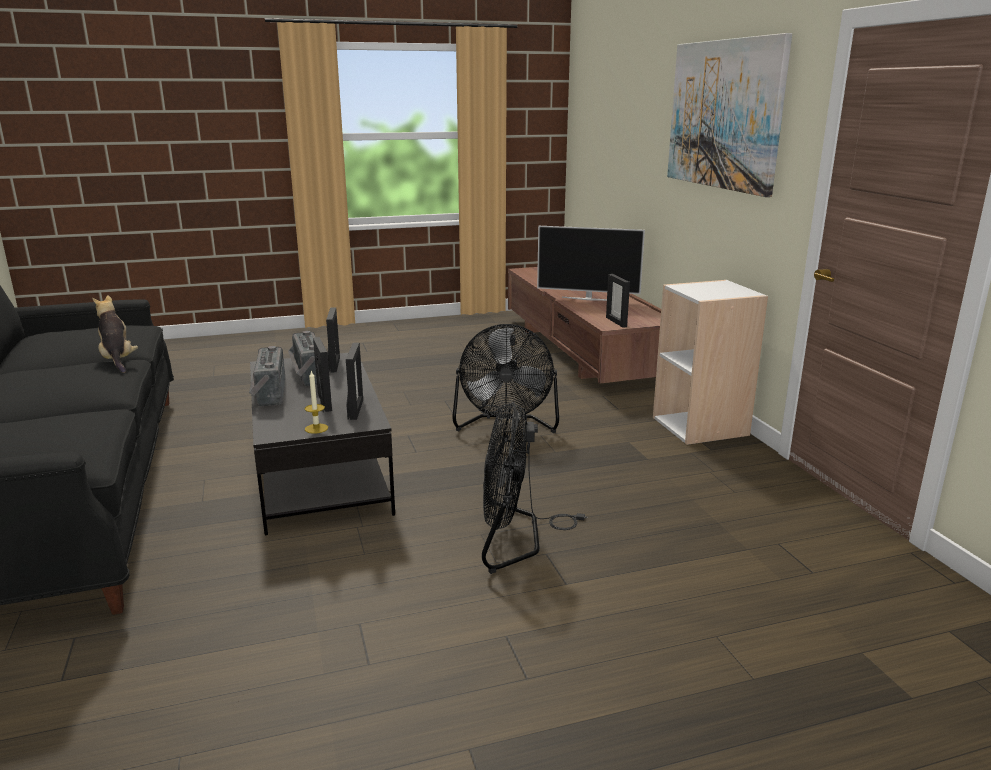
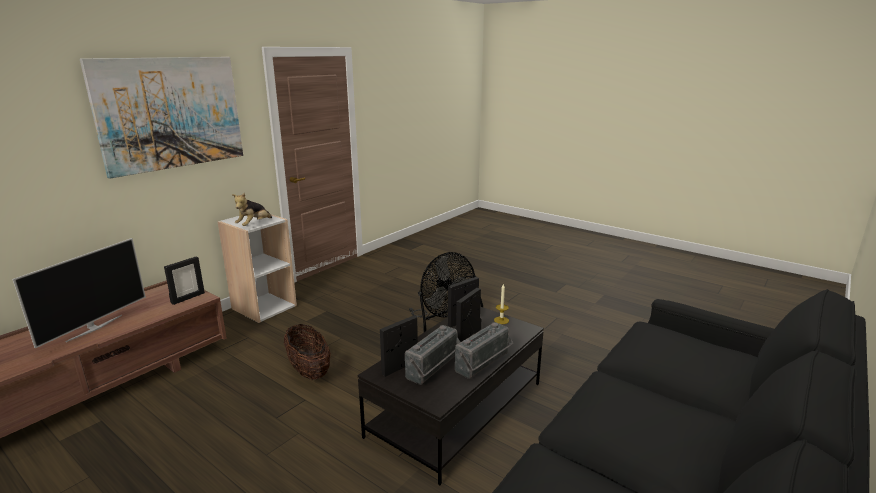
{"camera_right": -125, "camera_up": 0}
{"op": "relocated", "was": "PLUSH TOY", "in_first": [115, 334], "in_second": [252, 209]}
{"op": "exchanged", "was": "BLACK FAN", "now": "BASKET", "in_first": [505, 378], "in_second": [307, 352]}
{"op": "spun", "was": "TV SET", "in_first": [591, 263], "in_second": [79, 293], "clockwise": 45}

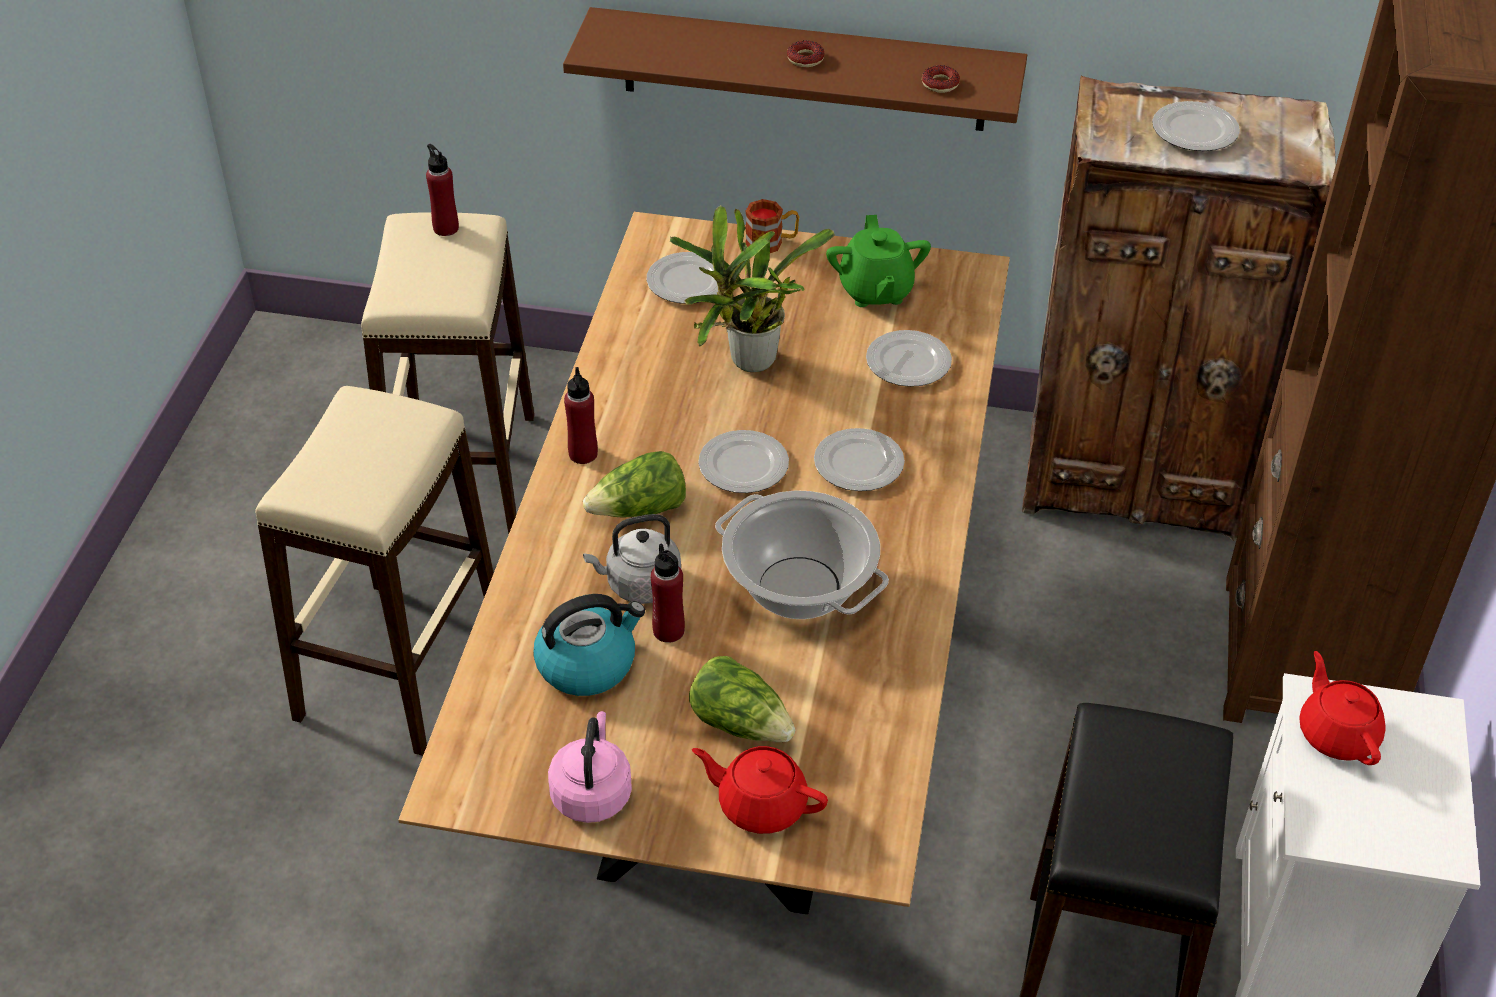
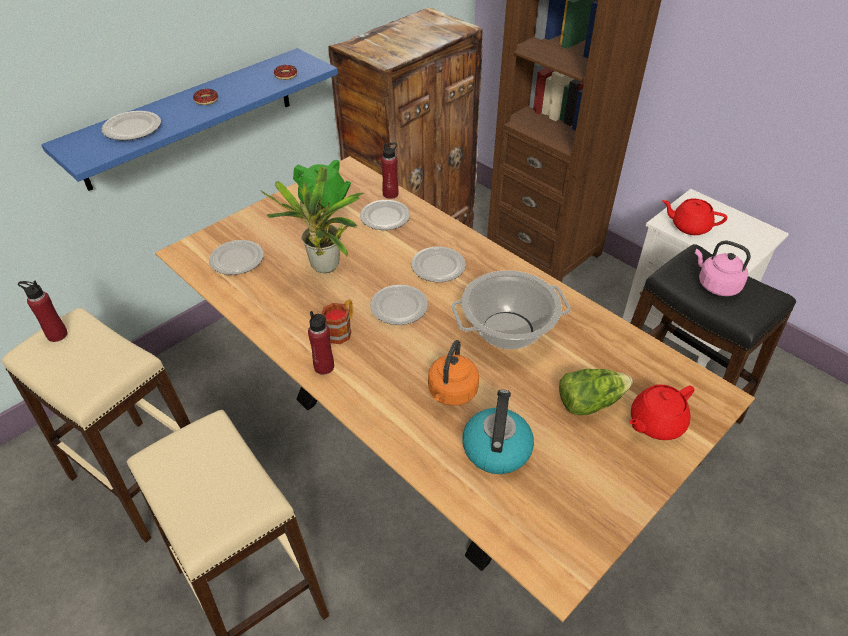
{"camera_right": -55, "camera_up": 0}
{"op": "relocated", "was": "PINK-COLOURED TEA KETTLE", "in_first": [590, 767], "in_second": [723, 268]}
{"op": "colour", "was": "BROWN-COLOURED WALL SHELF", "now": "BLUE-COLOURED WALL SHELF", "in_first": [795, 69], "in_second": [189, 119]}
{"op": "missing", "was": "LETTUCE", "in_first": [634, 484]}
{"op": "colour", "was": "GREY TEA KETTLE", "now": "ORANGE-COLOURED TEA KETTLE", "in_first": [632, 559], "in_second": [453, 373]}
{"op": "relocated", "was": "RED-COLOURED DRINK BOTTLE", "in_first": [668, 593], "in_second": [389, 171]}
{"op": "relocated", "was": "TEA MUG", "in_first": [772, 226], "in_second": [337, 322]}
{"op": "relocated", "was": "FLAT DISH", "in_first": [1196, 126], "in_second": [131, 125]}

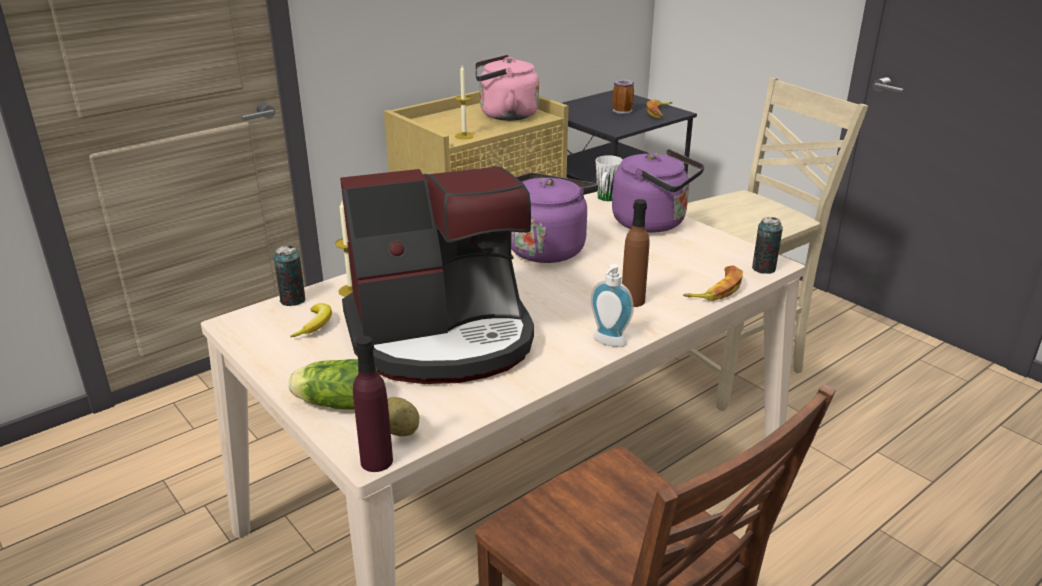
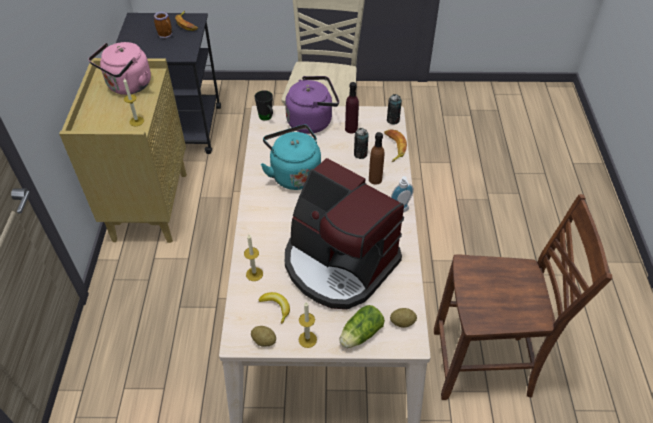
{"camera_right": -50, "camera_up": 20}
{"op": "relocated", "was": "METAL CAN", "in_first": [289, 276], "in_second": [361, 143]}
{"op": "spun", "was": "COFFEE MACHINE", "in_first": [437, 275], "in_second": [344, 233], "clockwise": 105}
{"op": "relocated", "was": "PURPLE DRINK BOTTLE", "in_first": [373, 404], "in_second": [352, 108]}
{"op": "colour", "was": "PURPLE TEA KETTLE", "now": "BLUE-GREEN TEA KETTLE", "in_first": [554, 218], "in_second": [291, 157]}
{"op": "colour", "was": "WHITE-COLOURED TEA MUG", "now": "BLACK TEA MUG", "in_first": [609, 178], "in_second": [264, 105]}
{"op": "appeared", "now": "POTATO", "in_second": [263, 336]}
{"op": "appeared", "now": "WAX CANDLE", "in_second": [308, 325]}

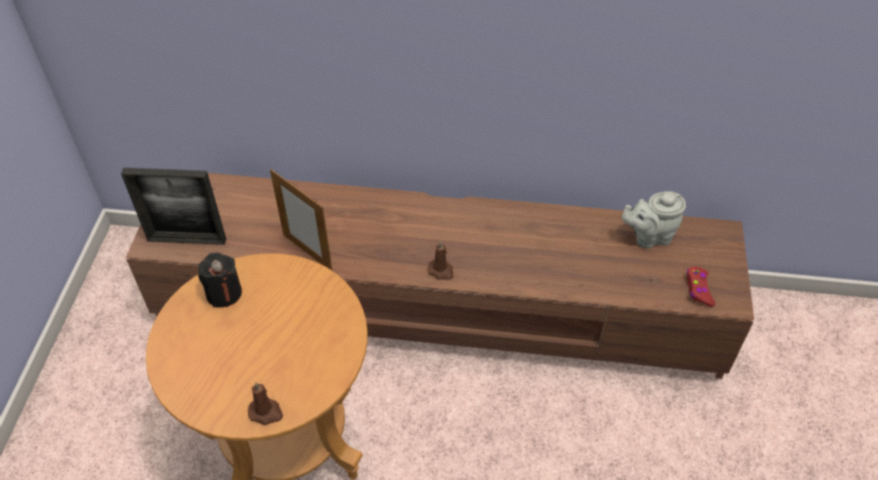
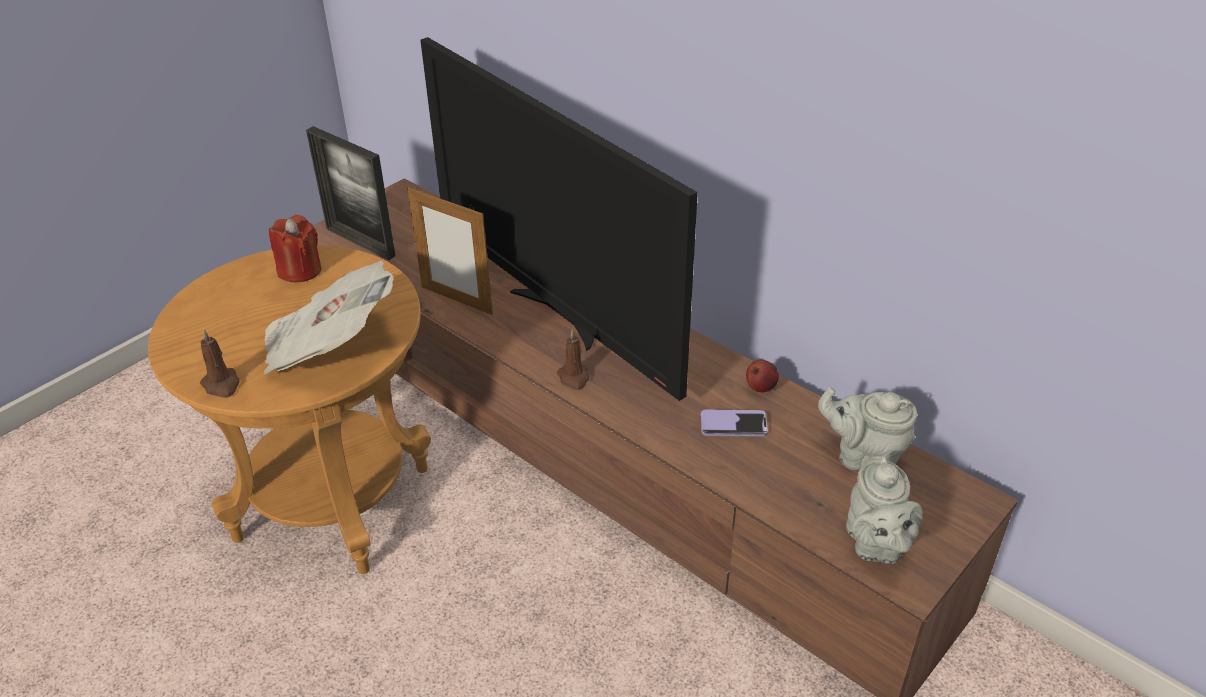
{"camera_right": 35, "camera_up": -10}
{"op": "colour", "was": "BLACK WAX CANDLE", "now": "RED-COLOURED WAX CANDLE", "in_first": [220, 280], "in_second": [295, 249]}
{"op": "spun", "was": "STANDING FRAME", "in_first": [301, 219], "in_second": [450, 251], "clockwise": -45}
{"op": "exchanged", "was": "RED-COLOURED JOYPAD", "now": "GREY POT FOR TEA", "in_first": [701, 287], "in_second": [884, 510]}
{"op": "appeared", "now": "PRINTED PAPER", "in_second": [328, 318]}
{"op": "appeared", "now": "TV SET", "in_second": [559, 219]}
{"op": "appeared", "now": "PHONE", "in_second": [734, 423]}
{"op": "appeared", "now": "APPLE", "in_second": [762, 376]}

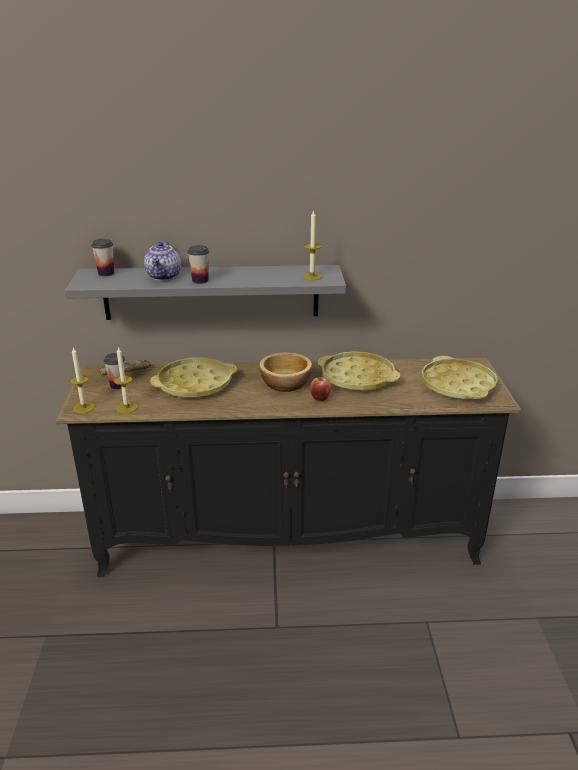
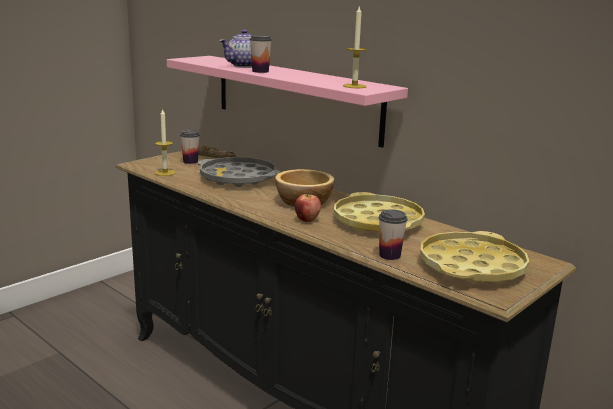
{"camera_right": 45, "camera_up": -10}
{"op": "colour", "was": "GREY WALL SHELF", "now": "PINK-COLOURED WALL SHELF", "in_first": [205, 292], "in_second": [287, 102]}
{"op": "missing", "was": "WAX CANDLE", "in_first": [82, 380]}
{"op": "relocated", "was": "CUP", "in_first": [102, 257], "in_second": [393, 234]}
{"op": "colour", "was": "YELLOWISH SERVING TRAY", "now": "GREY SERVING TRAY", "in_first": [193, 378], "in_second": [239, 172]}

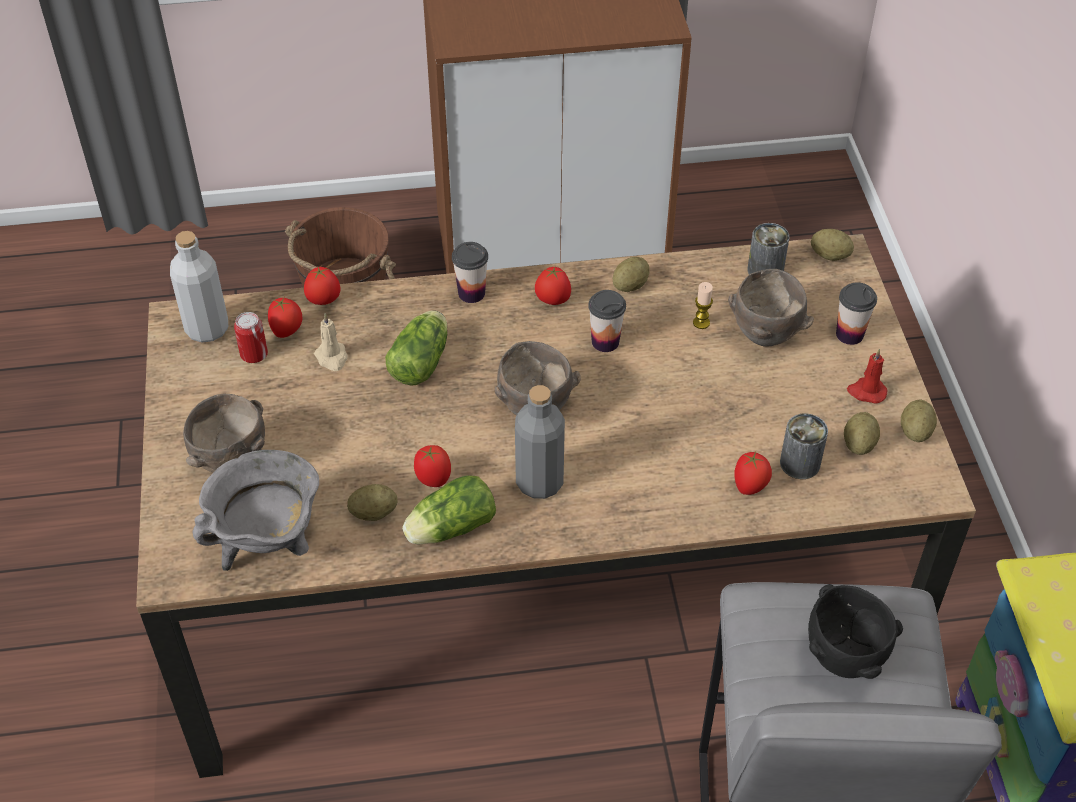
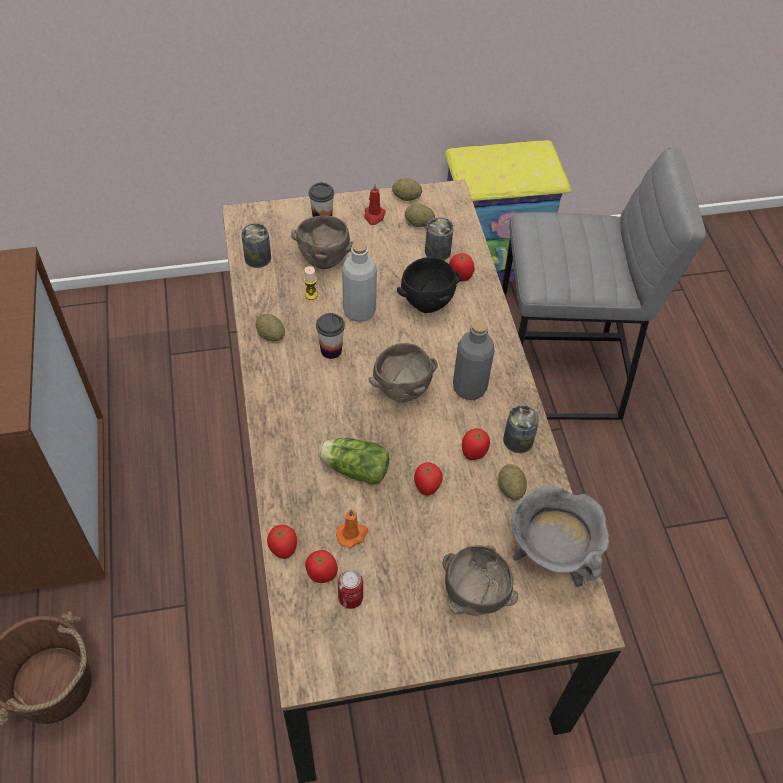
{"camera_right": -95, "camera_up": 5}
{"op": "relocated", "was": "GREY DRINK BOTTLE", "in_first": [199, 287], "in_second": [359, 281]}
{"op": "colour", "was": "BEIGE-COLOURED WAX CANDLE", "now": "ORANGE-COLOURED WAX CANDLE", "in_first": [331, 342], "in_second": [352, 528]}
{"op": "exchanged", "was": "LETTUCE", "now": "METAL CAN", "in_first": [449, 510], "in_second": [521, 429]}
{"op": "missing", "was": "CUP", "in_first": [470, 272]}
{"op": "relocated", "was": "TOMATO", "in_first": [553, 286], "in_second": [428, 479]}
{"op": "relocated", "was": "BLACK BOWL", "in_first": [855, 631], "in_second": [429, 285]}
{"op": "missing", "was": "POTATO", "in_first": [832, 245]}

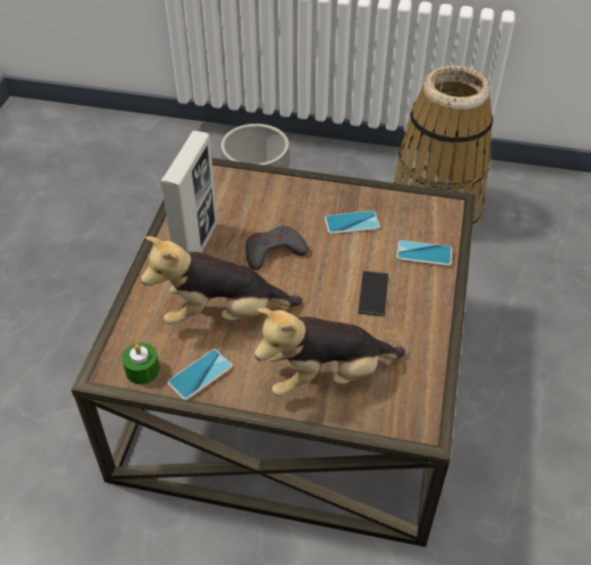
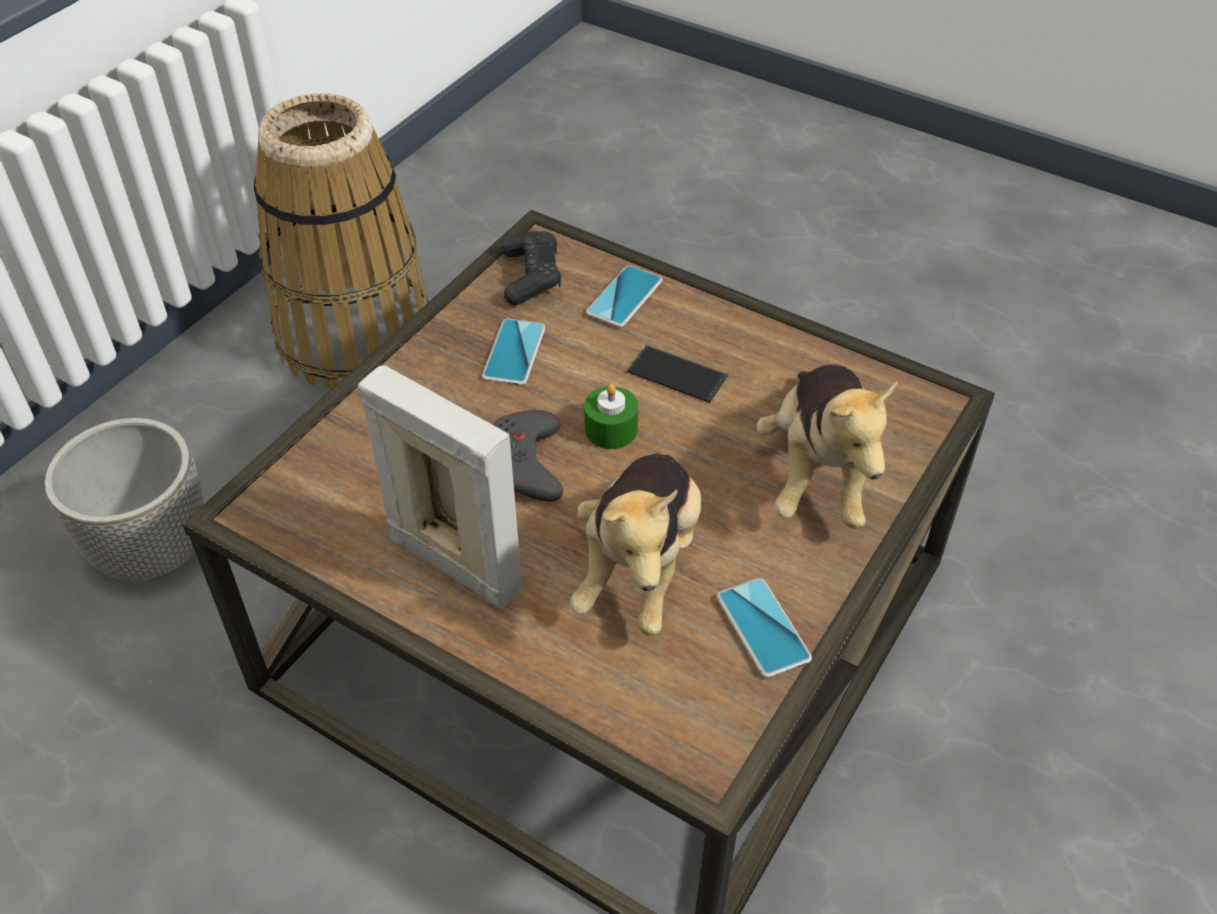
{"camera_right": -70, "camera_up": 0}
{"op": "relocated", "was": "GREEN WAX CANDLE", "in_first": [141, 363], "in_second": [611, 416]}
{"op": "appeared", "now": "BLACK JOYPAD", "in_second": [531, 268]}

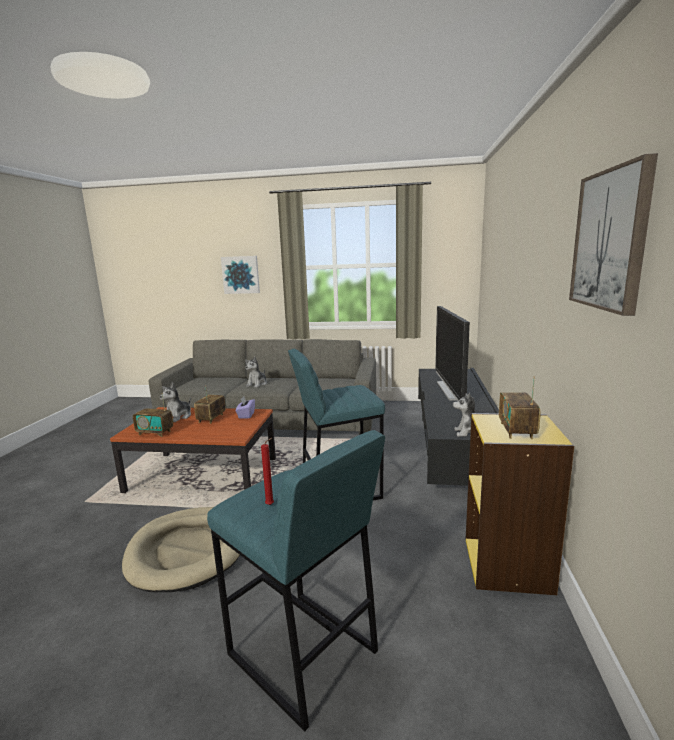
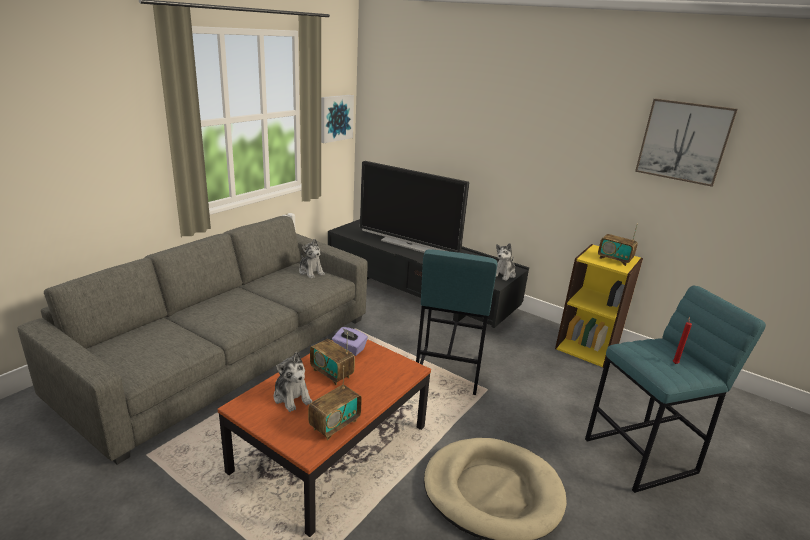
{"camera_right": -65, "camera_up": 10}
{"op": "relocated", "was": "PICTURE", "in_first": [240, 275], "in_second": [337, 119]}
{"op": "relocated", "was": "PLUSH TOY", "in_first": [256, 372], "in_second": [312, 258]}

